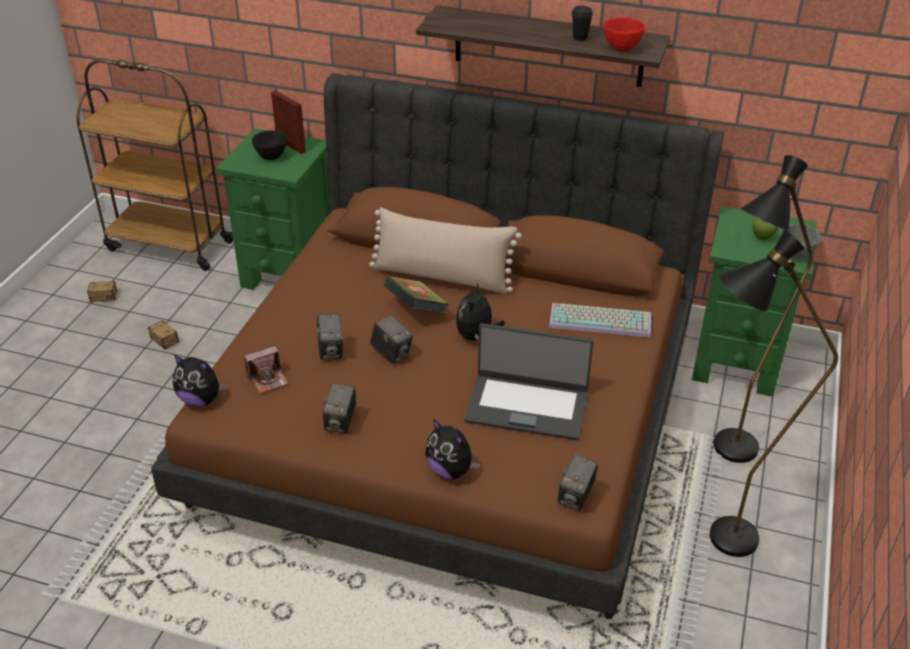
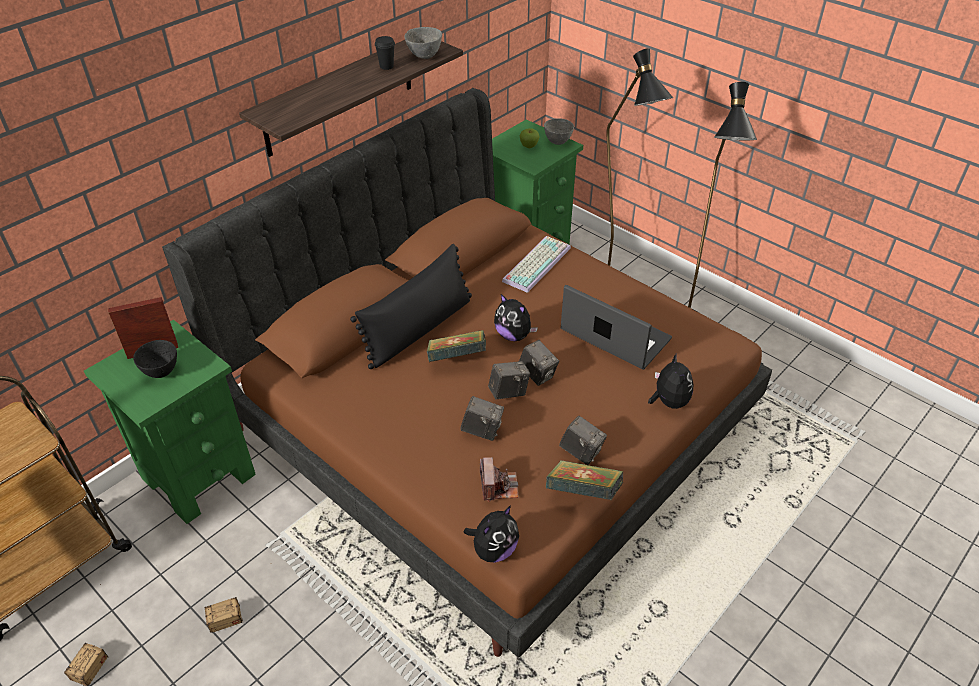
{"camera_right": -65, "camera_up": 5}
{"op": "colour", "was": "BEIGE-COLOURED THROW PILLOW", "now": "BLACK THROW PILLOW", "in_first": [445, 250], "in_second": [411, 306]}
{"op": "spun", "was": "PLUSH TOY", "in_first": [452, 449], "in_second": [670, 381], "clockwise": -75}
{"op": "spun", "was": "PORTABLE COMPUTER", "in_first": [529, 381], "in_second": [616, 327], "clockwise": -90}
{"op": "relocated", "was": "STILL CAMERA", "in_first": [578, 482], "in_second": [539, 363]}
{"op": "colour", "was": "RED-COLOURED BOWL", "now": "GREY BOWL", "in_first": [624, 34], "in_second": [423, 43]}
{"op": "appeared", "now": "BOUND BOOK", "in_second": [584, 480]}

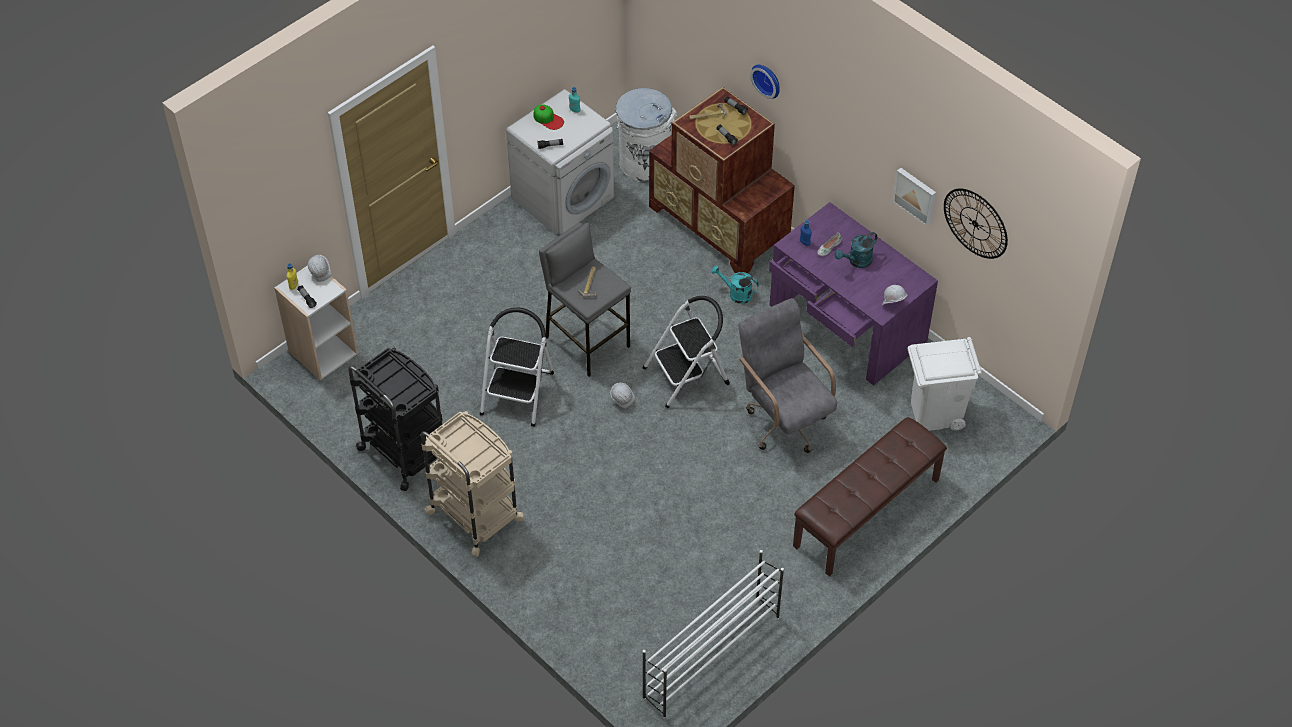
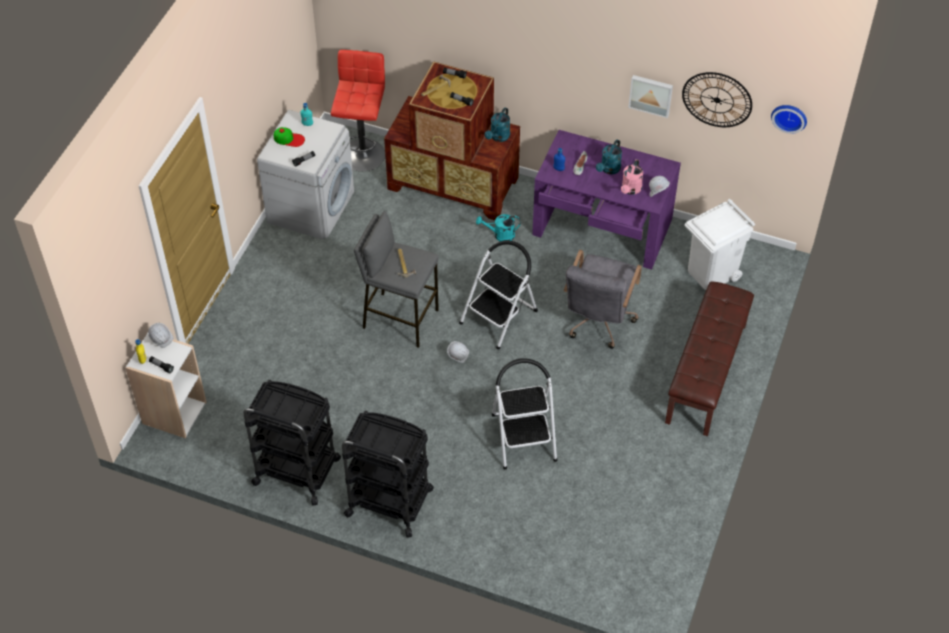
{"camera_right": -25, "camera_up": 0}
{"op": "colour", "was": "BEIGE-COLOURED WHEELED CART", "now": "BLACK WHEELED CART", "in_first": [472, 484], "in_second": [388, 474]}
{"op": "relocated", "was": "STEP LADDER", "in_first": [517, 367], "in_second": [524, 413]}
{"op": "exchanged", "was": "WHITE-COLOURED RUBBISH BIN", "now": "RED-COLOURED STOOL", "in_first": [646, 135], "in_second": [358, 110]}
{"op": "missing", "was": "WHITE-COLOURED SHOE RACK", "in_first": [713, 634]}
{"op": "spun", "was": "GREY OFFICE CHAIR", "in_first": [788, 375], "in_second": [603, 299], "clockwise": -105}
{"op": "relocated", "was": "HANGING CLOCK", "in_first": [765, 82], "in_second": [789, 119]}
{"op": "appeared", "now": "BLUE-GREEN WATERING POT", "in_second": [497, 125]}
{"op": "appeared", "now": "PINK-COLOURED WATERING POT", "in_second": [632, 177]}

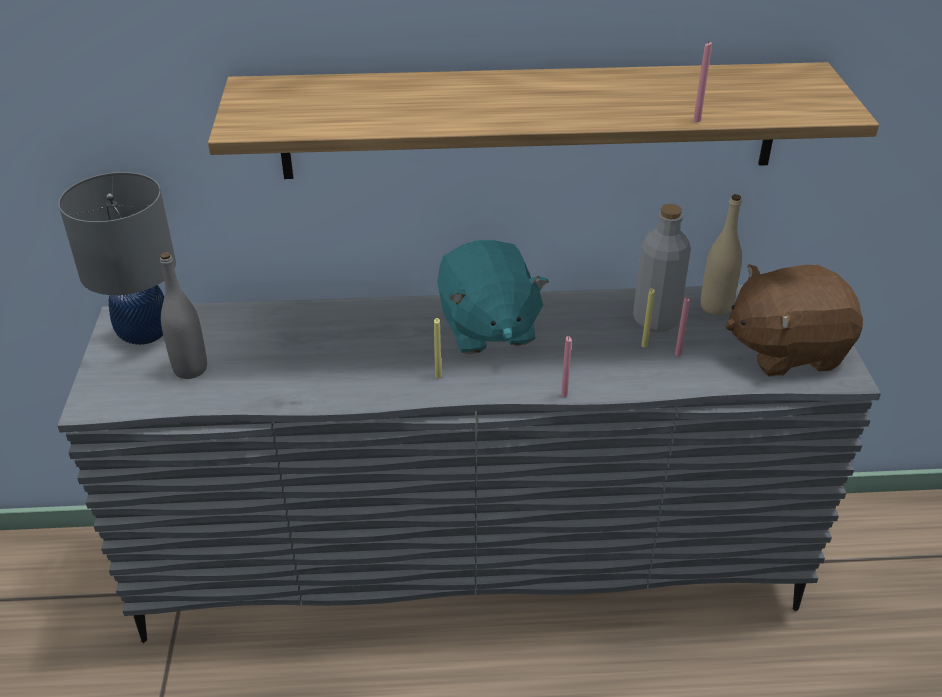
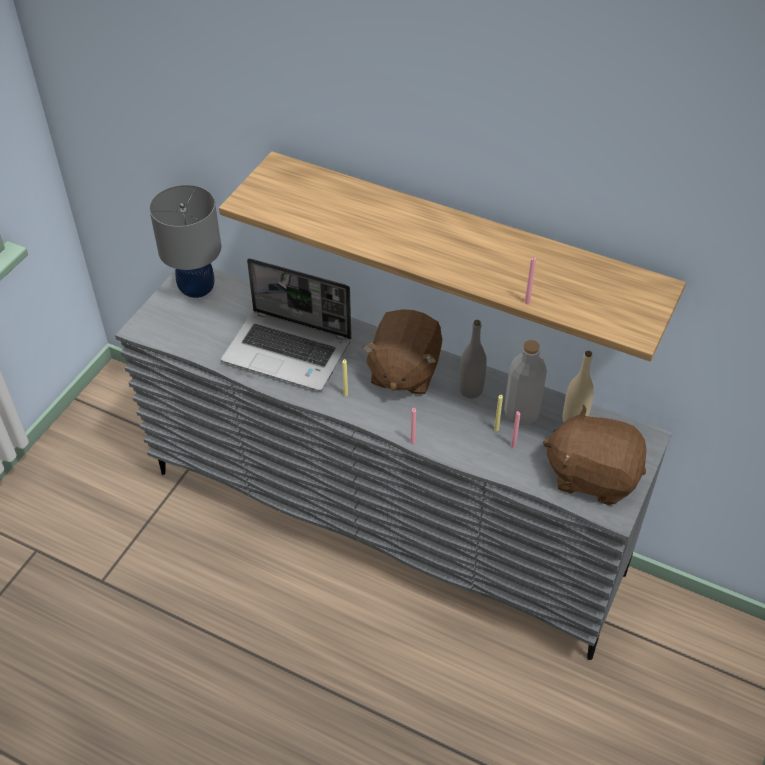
{"camera_right": 30, "camera_up": 10}
{"op": "relocated", "was": "GREY DRINK BOTTLE", "in_first": [183, 315], "in_second": [473, 359]}
{"op": "colour", "was": "BLUE-GREEN PLUSH TOY", "now": "BROWN-COLOURED PLUSH TOY", "in_first": [493, 297], "in_second": [402, 352]}
{"op": "appeared", "now": "PORTABLE COMPUTER", "in_second": [286, 324]}

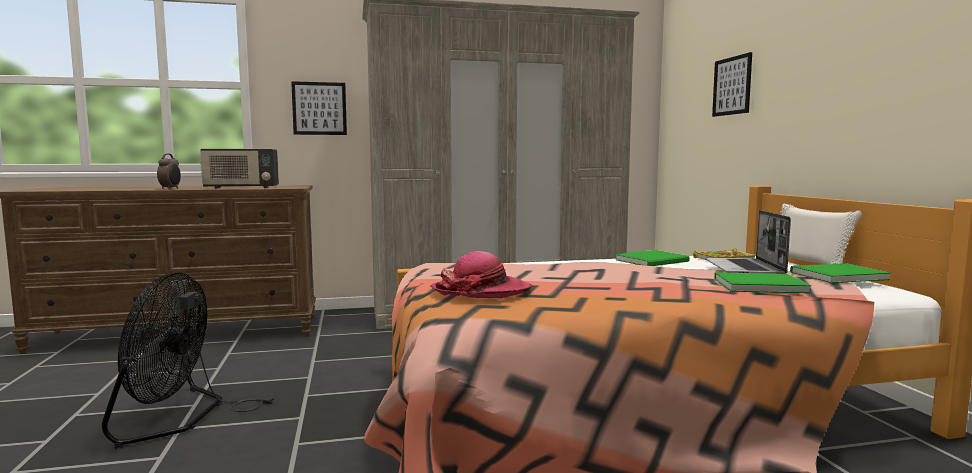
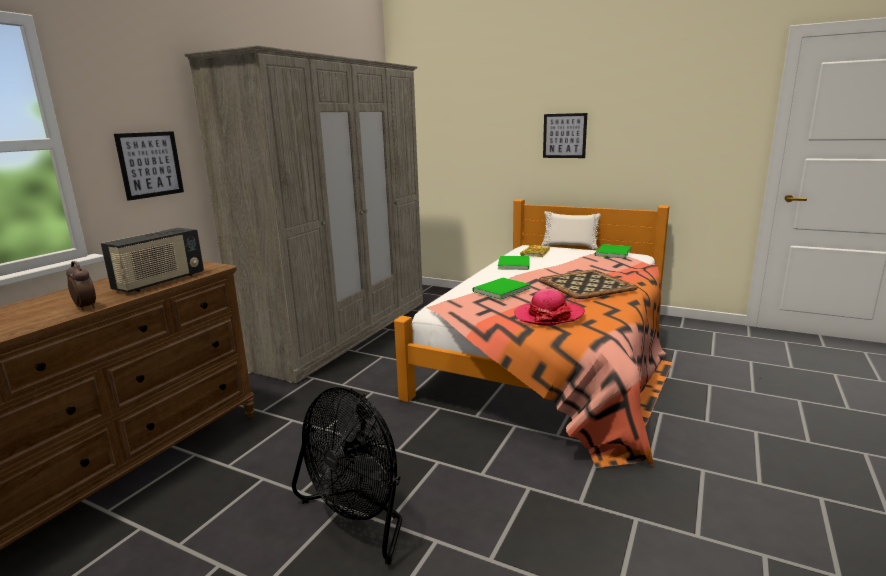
{"camera_right": -50, "camera_up": 10}
{"op": "missing", "was": "PORTABLE COMPUTER", "in_first": [748, 242]}
{"op": "relocated", "was": "PICTURE", "in_first": [732, 84], "in_second": [565, 135]}
{"op": "relocated", "was": "GREEN BOUND BOOK", "in_first": [762, 283], "in_second": [501, 289]}
{"op": "appeared", "now": "SERVING TRAY", "in_second": [588, 284]}

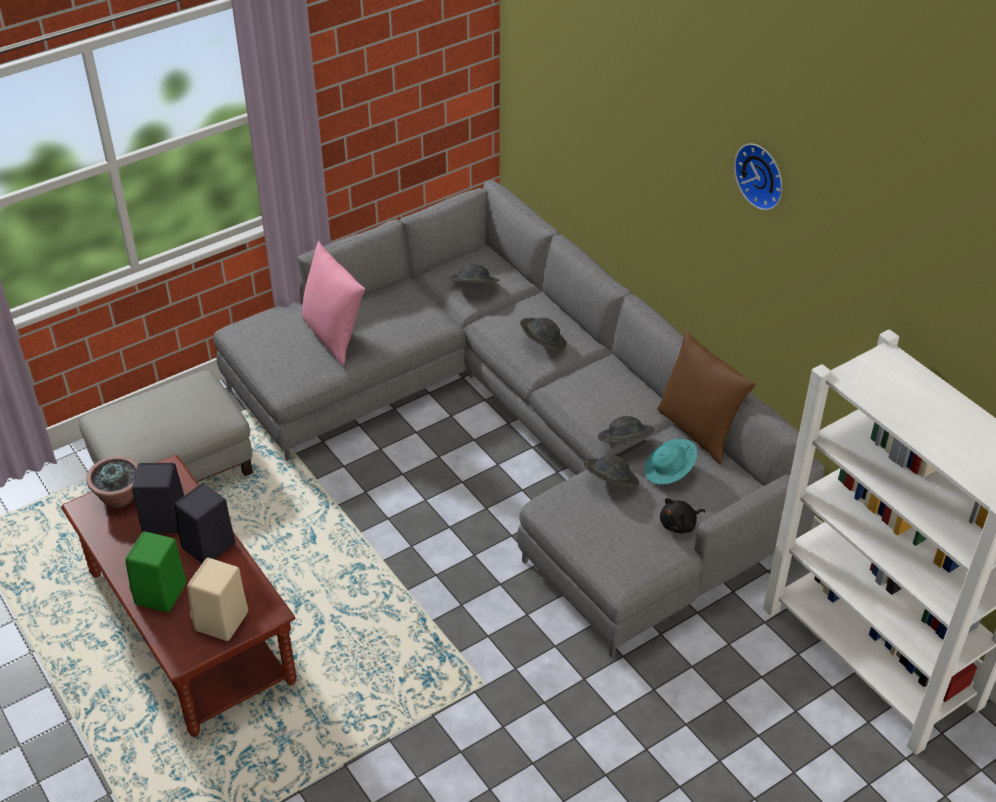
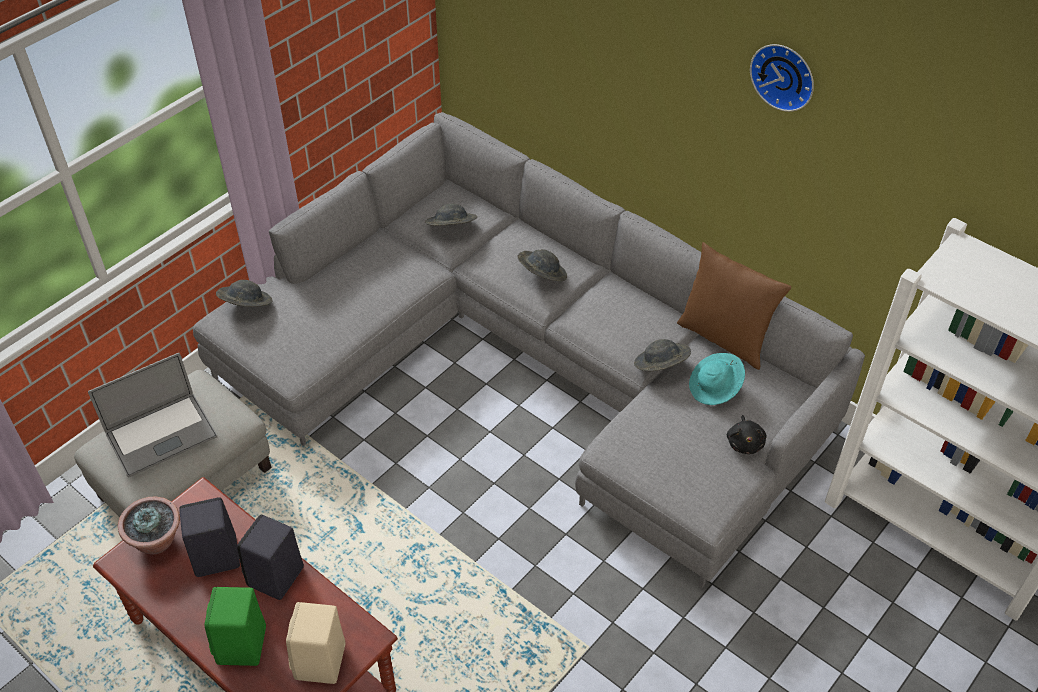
{"camera_right": -15, "camera_up": 5}
{"op": "missing", "was": "PINK-COLOURED THROW PILLOW", "in_first": [333, 303]}
{"op": "relocated", "was": "GREY WEARABLE HAT", "in_first": [611, 470], "in_second": [244, 293]}
{"op": "spun", "was": "BLACK PLUSH TOY", "in_first": [682, 516], "in_second": [746, 434], "clockwise": -45}
{"op": "appeared", "now": "PORTABLE COMPUTER", "in_second": [152, 415]}

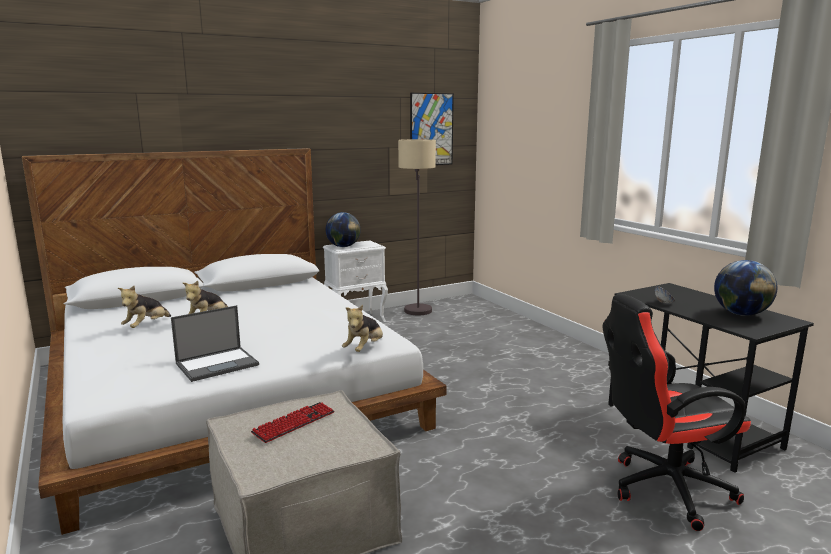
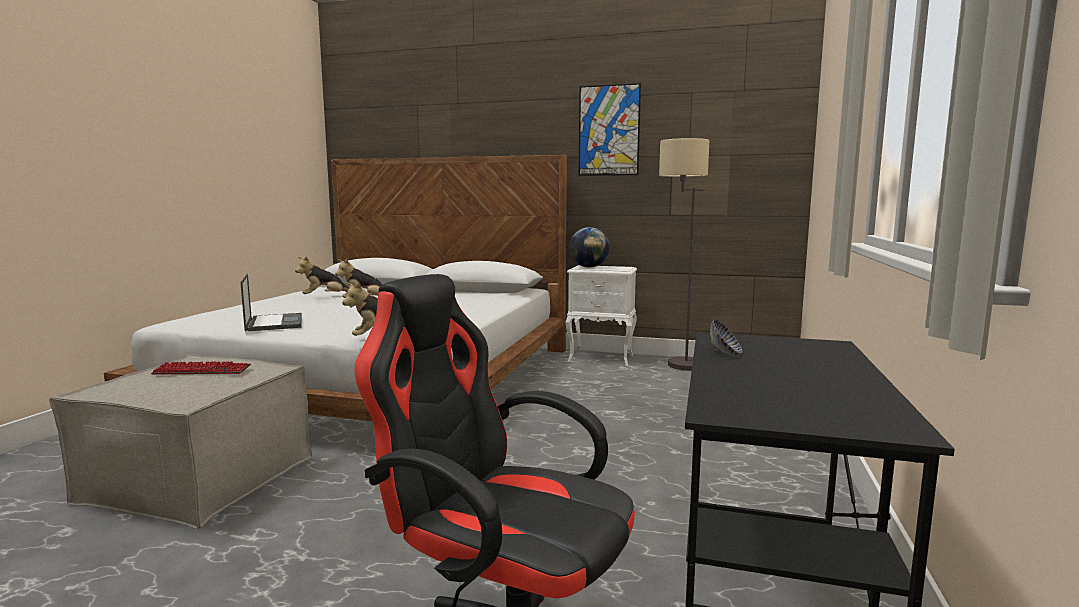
{"camera_right": 45, "camera_up": -5}
{"op": "spun", "was": "PORTABLE COMPUTER", "in_first": [215, 343], "in_second": [271, 302], "clockwise": -120}
{"op": "relocated", "was": "PICTURE", "in_first": [432, 129], "in_second": [610, 129]}
{"op": "missing", "was": "DESK GLOBE", "in_first": [745, 288]}

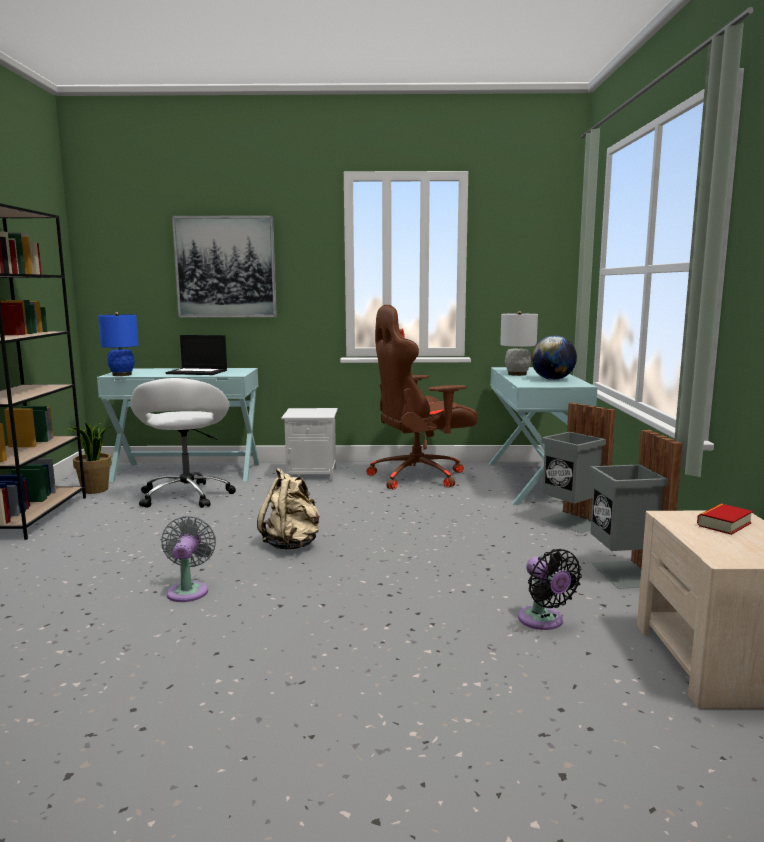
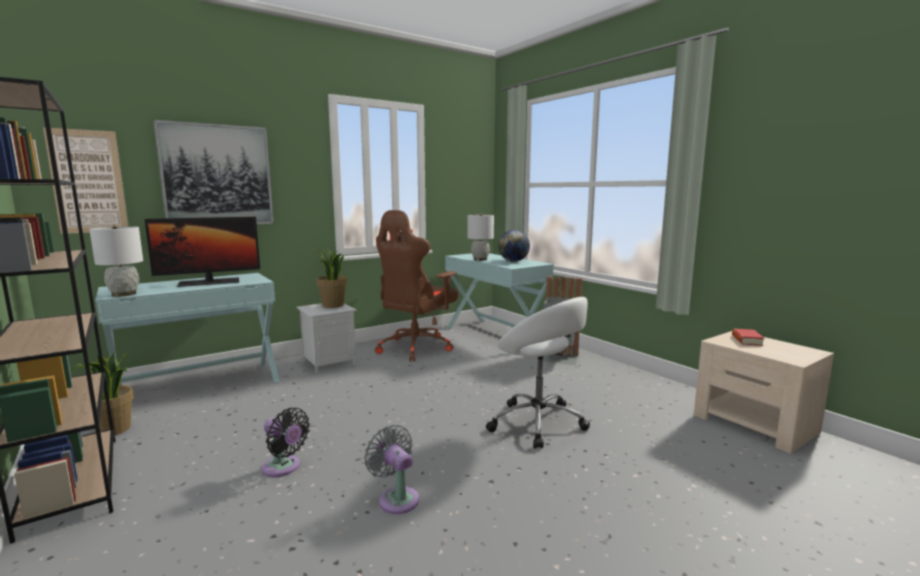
{"camera_right": -35, "camera_up": 0}
{"op": "colour", "was": "BLUE-COLOURED LAMP FOR A TABLE", "now": "WHITE-COLOURED LAMP FOR A TABLE", "in_first": [118, 344], "in_second": [116, 260]}
{"op": "relocated", "was": "WHITE-COLOURED OFFICE CHAIR", "in_first": [183, 443], "in_second": [538, 372]}
{"op": "exchanged", "was": "PORTABLE COMPUTER", "now": "COMPUTER SCREEN", "in_first": [196, 355], "in_second": [202, 252]}
{"op": "missing", "was": "BEIGE-COLOURED KNAPSACK", "in_first": [288, 509]}
{"op": "relocated", "was": "BLACK FAN", "in_first": [550, 589], "in_second": [286, 442]}
{"op": "missing", "was": "GREY RUBBISH BIN", "in_first": [636, 509]}
{"op": "appeared", "now": "PICTURE", "in_second": [85, 180]}
{"op": "appeared", "now": "HOUSEPLANT", "in_second": [329, 277]}

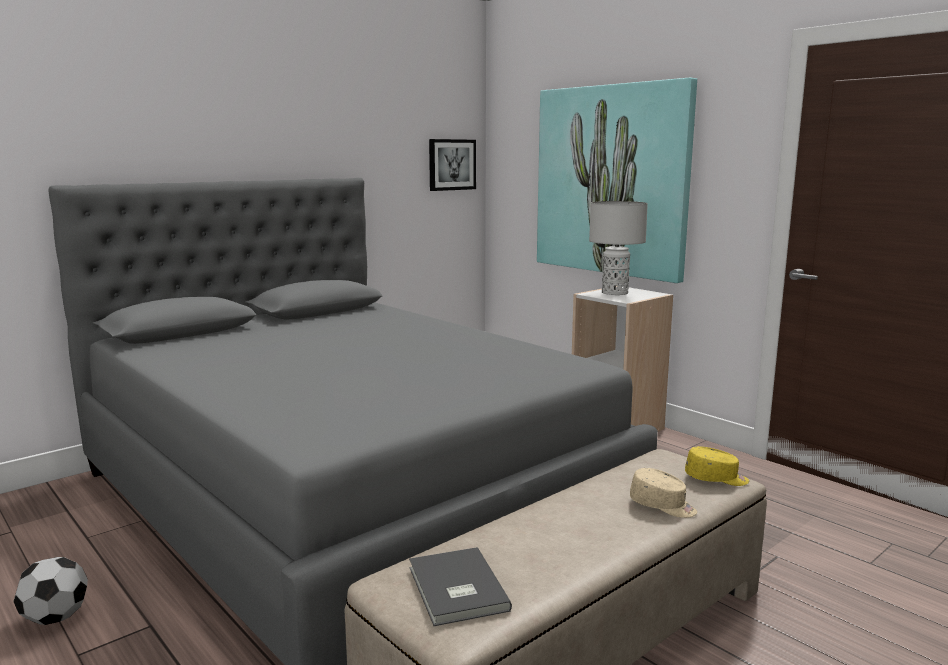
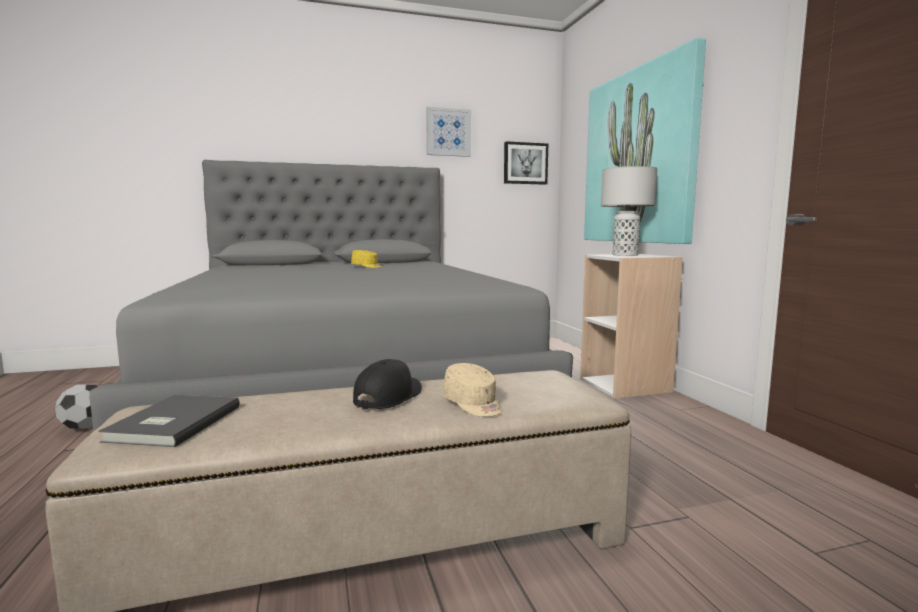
{"camera_right": 25, "camera_up": -5}
{"op": "relocated", "was": "YELLOWISH CAP", "in_first": [717, 466], "in_second": [366, 259]}
{"op": "appeared", "now": "BLACK CAP", "in_second": [387, 384]}
{"op": "appeared", "now": "PICTURE", "in_second": [448, 132]}

